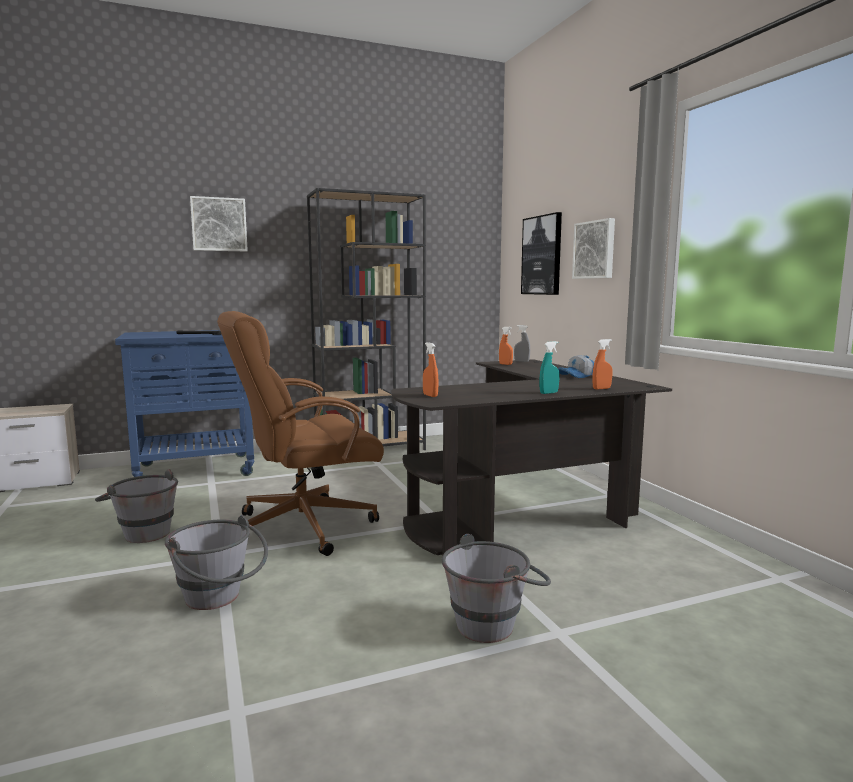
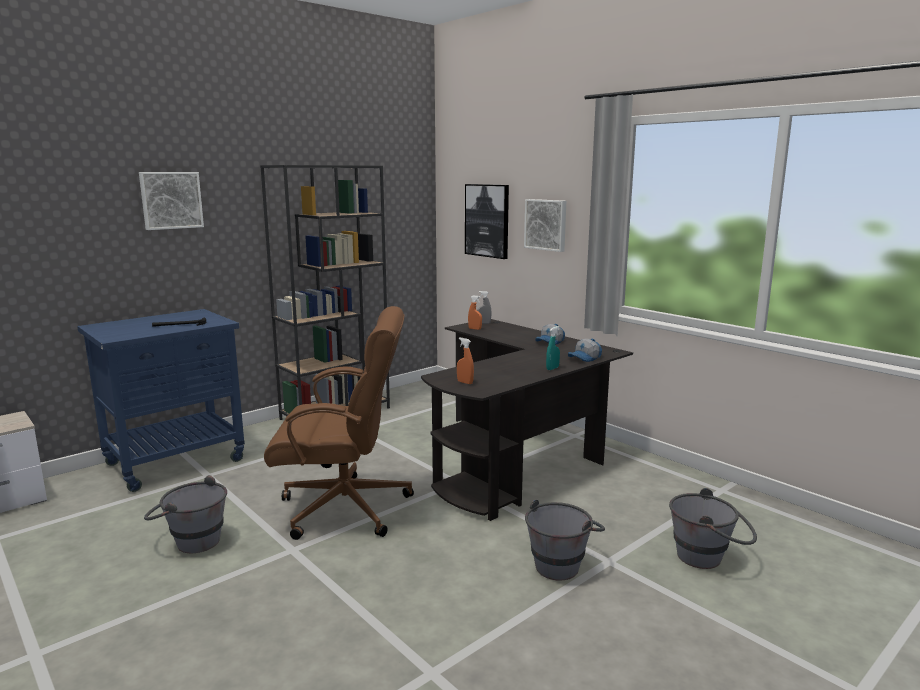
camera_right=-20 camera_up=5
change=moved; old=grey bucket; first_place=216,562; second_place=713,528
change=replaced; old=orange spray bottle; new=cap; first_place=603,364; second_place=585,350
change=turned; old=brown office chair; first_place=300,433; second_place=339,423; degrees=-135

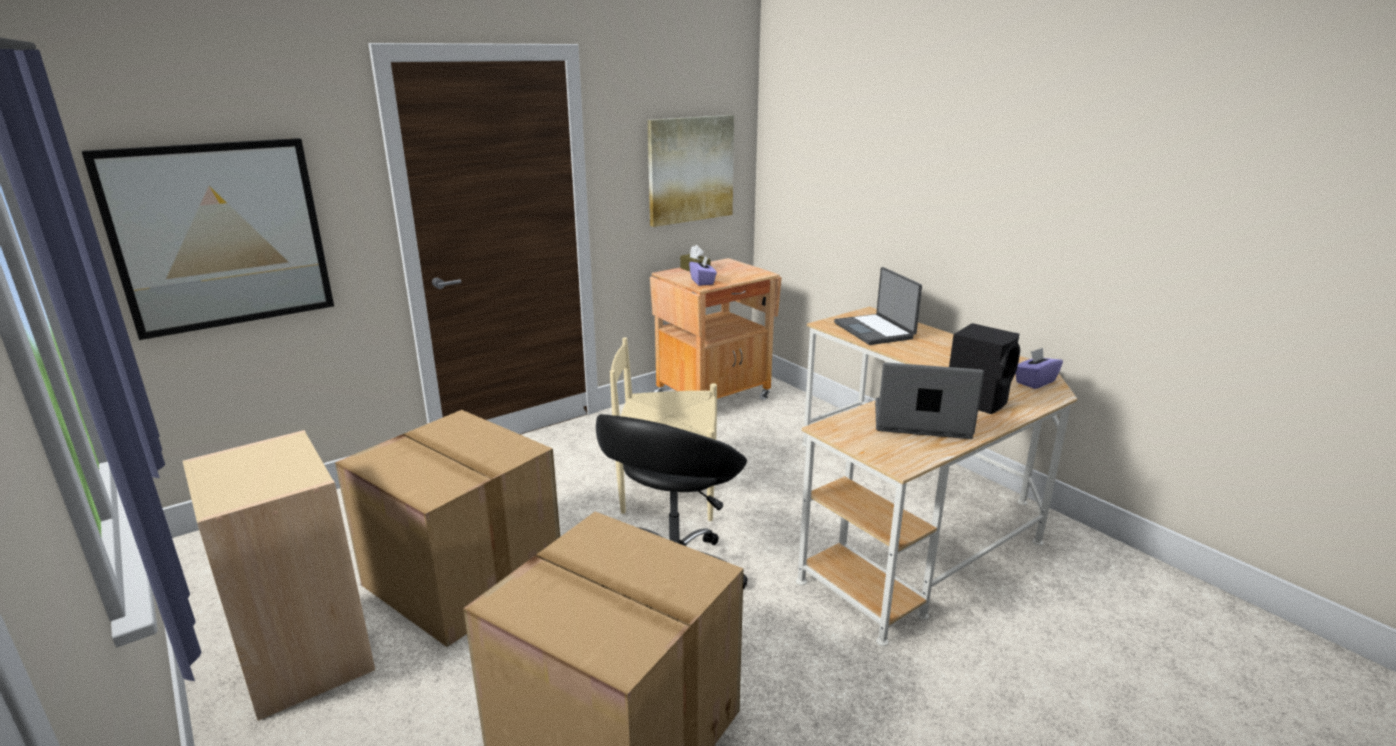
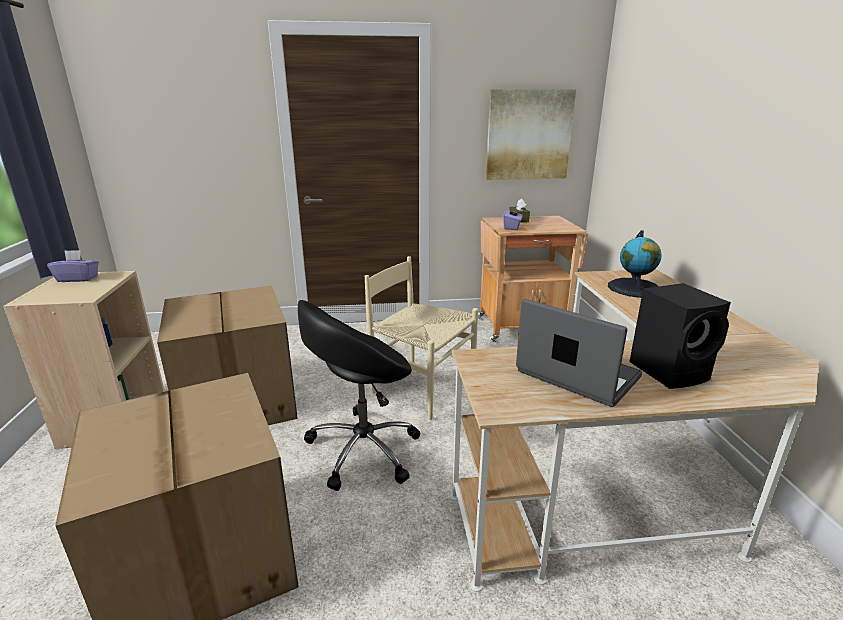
camera_right=30 camera_up=0
change=removed; old=picture; first_place=208,239
change=moved; old=purple tissue box; first_place=1039,368; second_place=73,266
change=replaced; old=laptop; new=globe; first_place=878,306; second_place=635,264

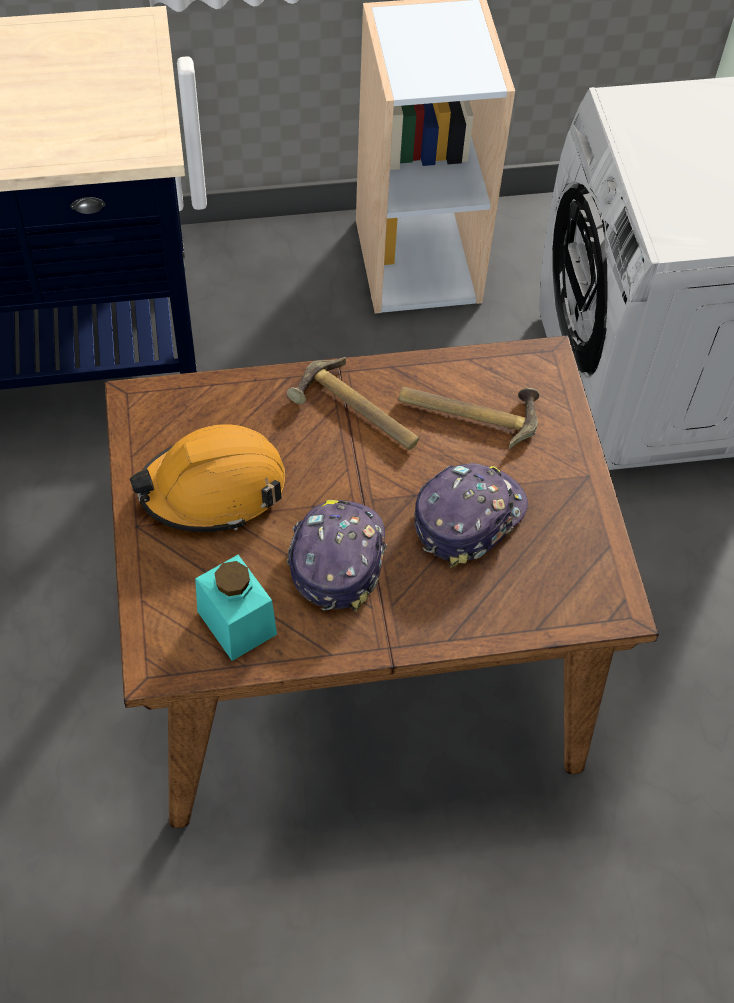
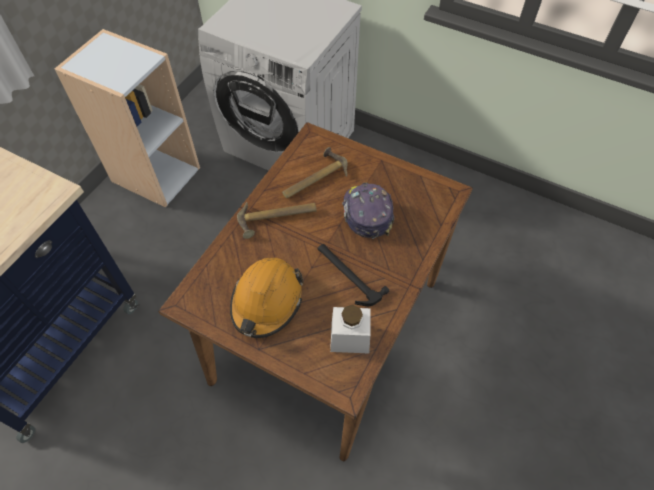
camera_right=-50 camera_up=0
change=replaced; old=cap; new=hammer; first_place=337,555; second_place=354,275
change=recoloured; old=turquoise jar; new=white jar; first_place=236,608; second_place=350,329

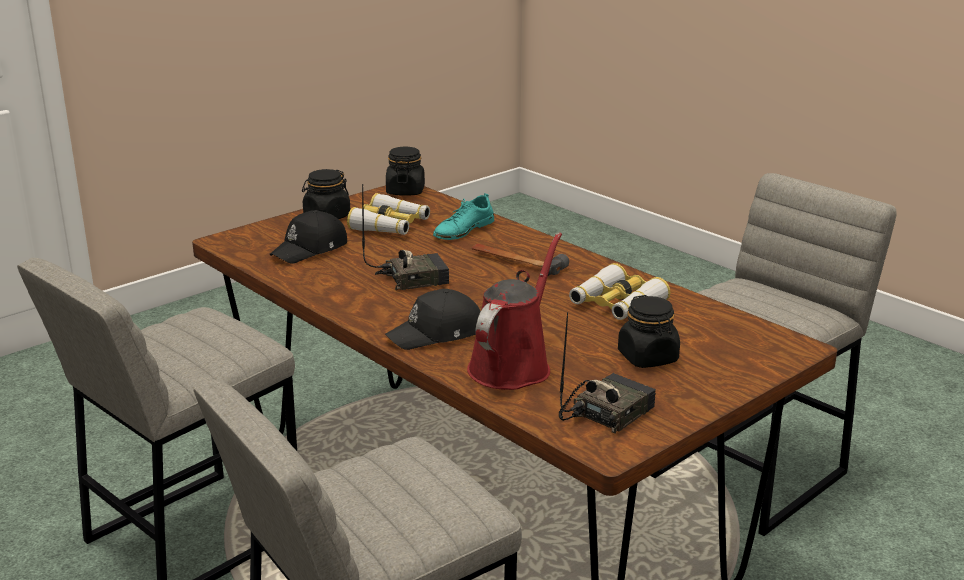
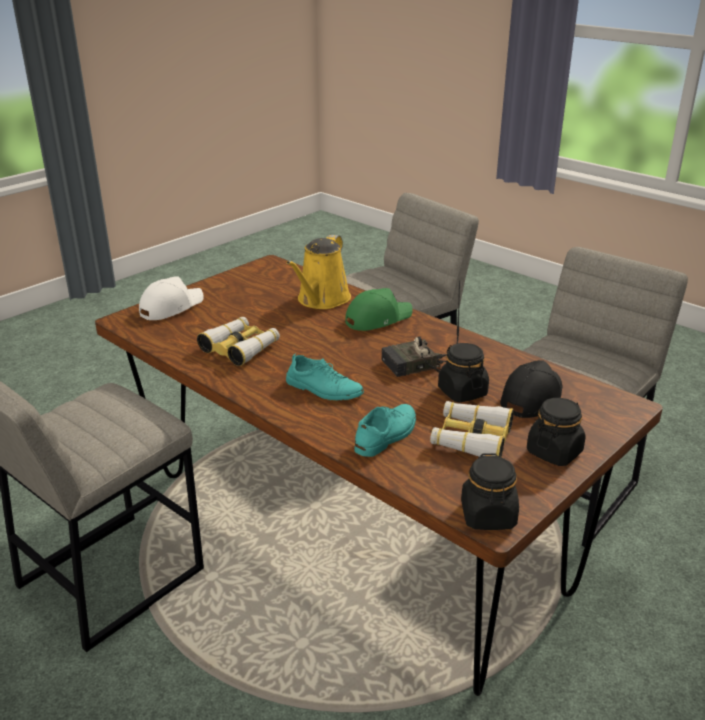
camera_right=175 camera_up=5
change=removed; old=radio; first_place=607,373
change=added; new=white cap; second_place=171,298
change=moved; old=black jar; first_place=649,331; second_place=463,372
change=replaced; old=hammer; new=turquoise shoe; first_place=520,260; second_place=325,377
change=recoloured; old=black cap; new=green cap; first_place=433,319; second_place=379,309
change=recoloured; old=red watering can; new=yellow watering can; first_place=514,311; second_place=318,272

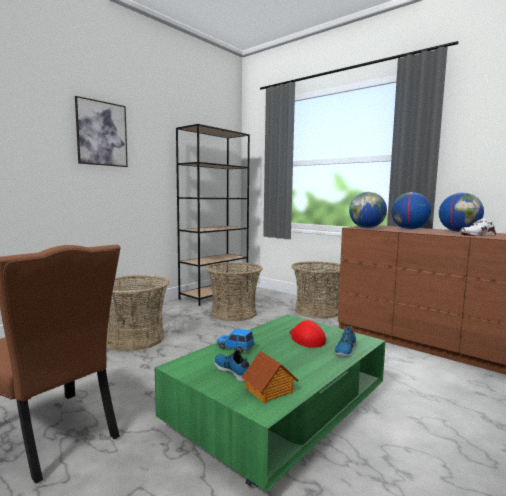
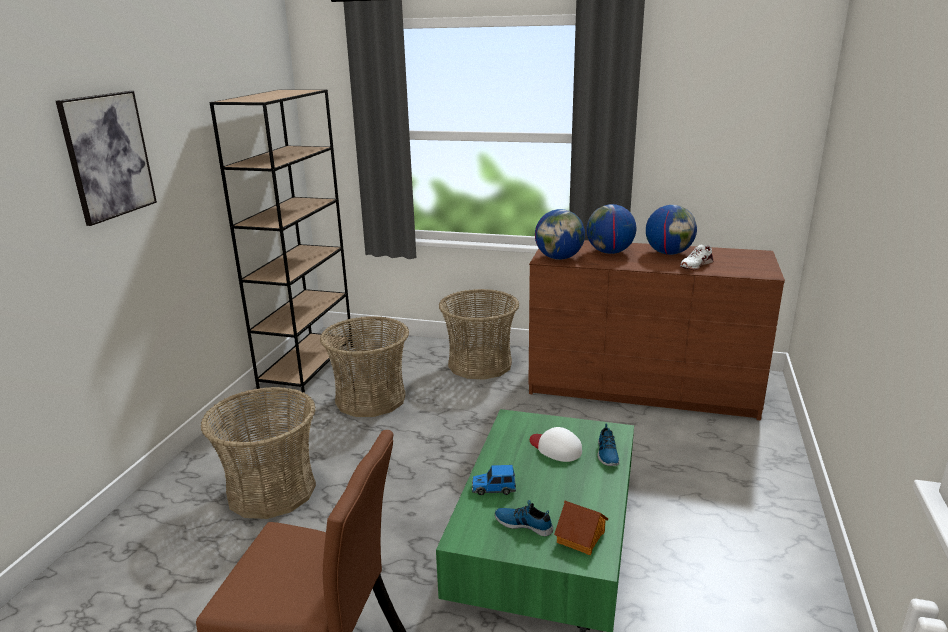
camera_right=-25 camera_up=15
change=recoloured; old=red cap; new=white cap; first_place=308,334; second_place=556,444

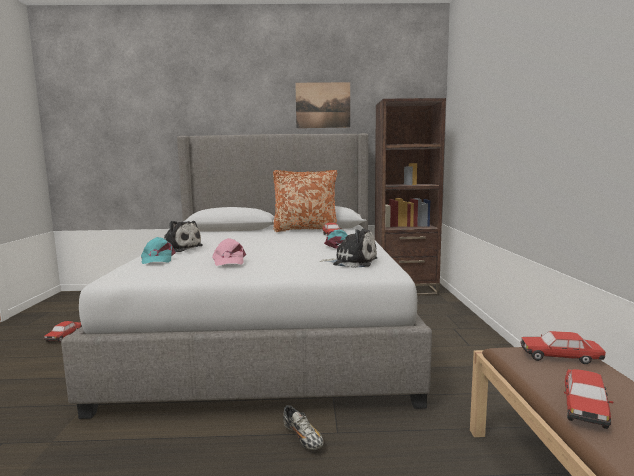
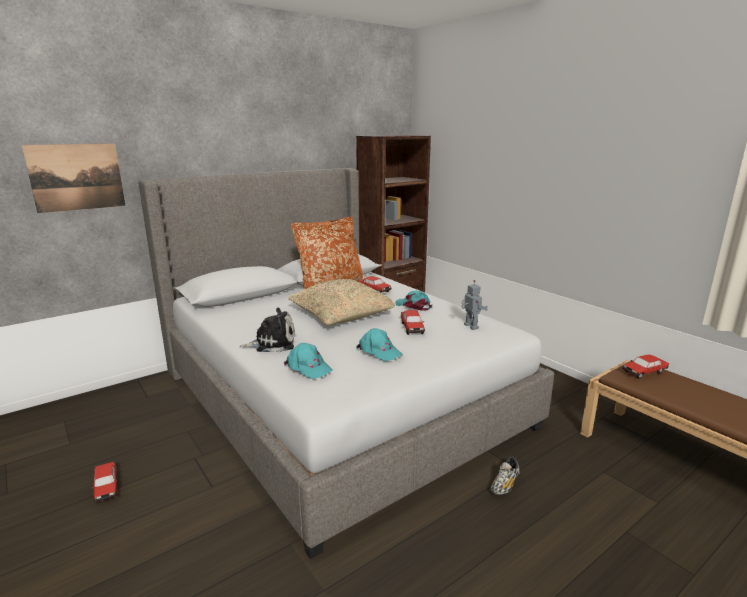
camera_right=-35 camera_up=10
change=added; new=beige pillow; second_place=341,302
change=moved; old=picture; first_place=322,105; second_place=73,178
change=moved; old=toy car; first_place=588,399; second_place=413,322
change=replaced; old=plush toy; new=toy robot; first_place=348,248; second_place=474,305
change=recoloured; old=pink cap; new=turquoise cap; first_place=229,252; second_place=379,344
change=turned; old=shoe; first_place=303,427; second_place=505,476; degrees=105

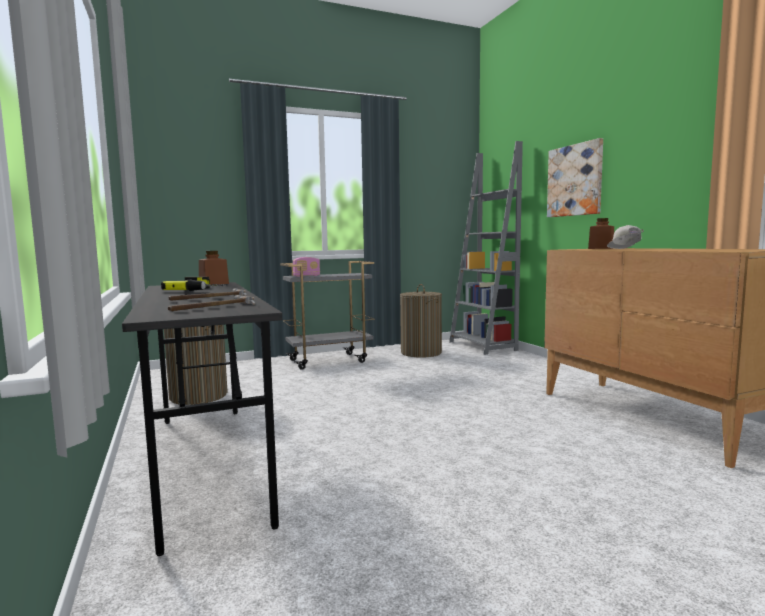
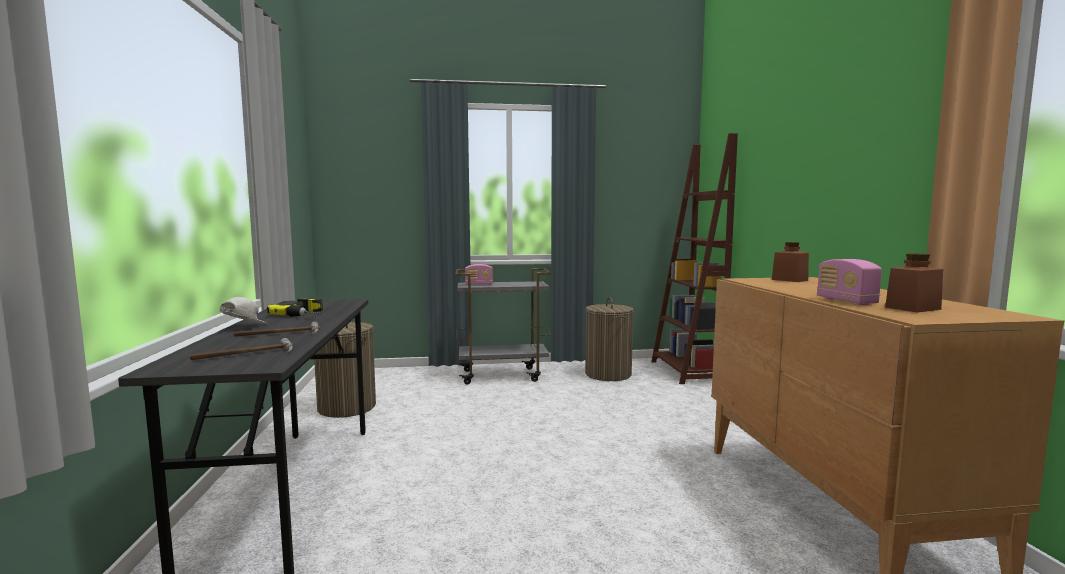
camera_right=15 camera_up=0
change=removed; old=picture; first_place=575,177
change=added; new=radio; second_place=849,282
change=moved; old=brown jar; first_place=214,268; second_place=914,283
change=moved; old=white cap; first_place=625,237; second_place=243,310
change=recoloured; old=grey bookcase; new=brown bookcase; first_place=486,248; second_place=694,258

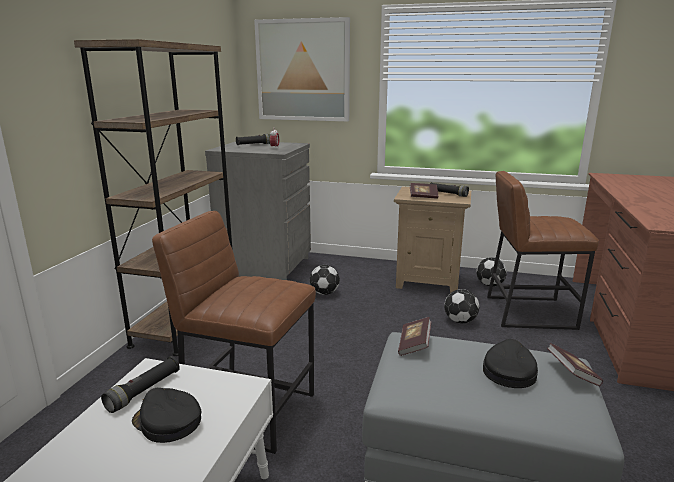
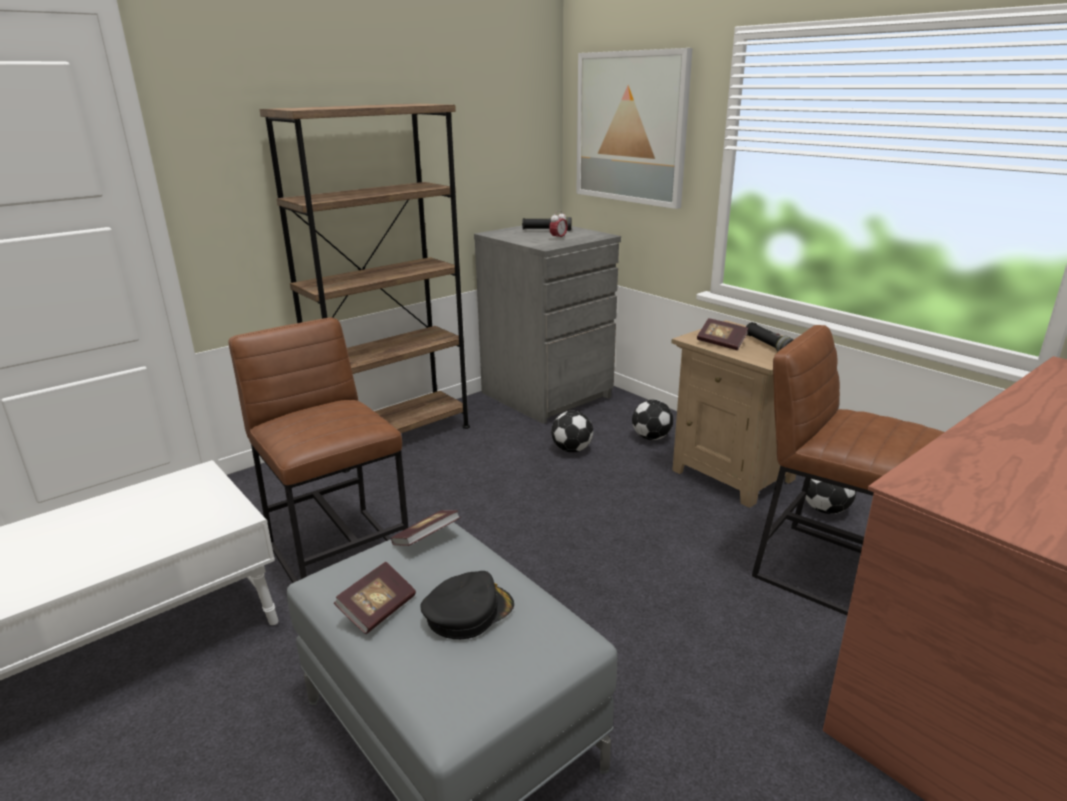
camera_right=35 camera_up=5
change=removed; old=black flashlight; first_place=140,384
change=removed; old=black cap; first_place=167,415
change=moved; old=football; first_place=461,306; second_place=652,419
change=moved; old=book; first_place=575,364; second_place=375,598

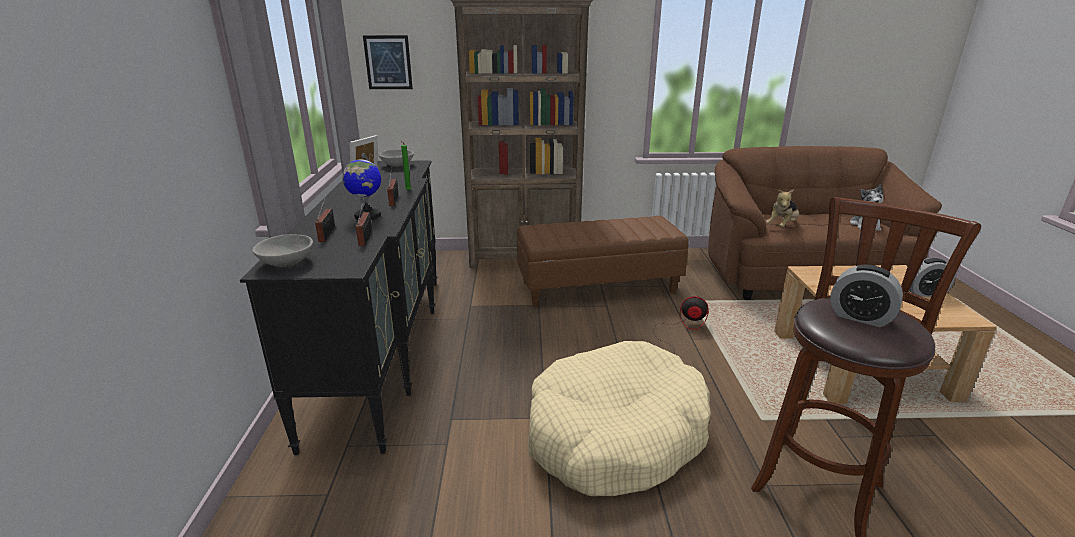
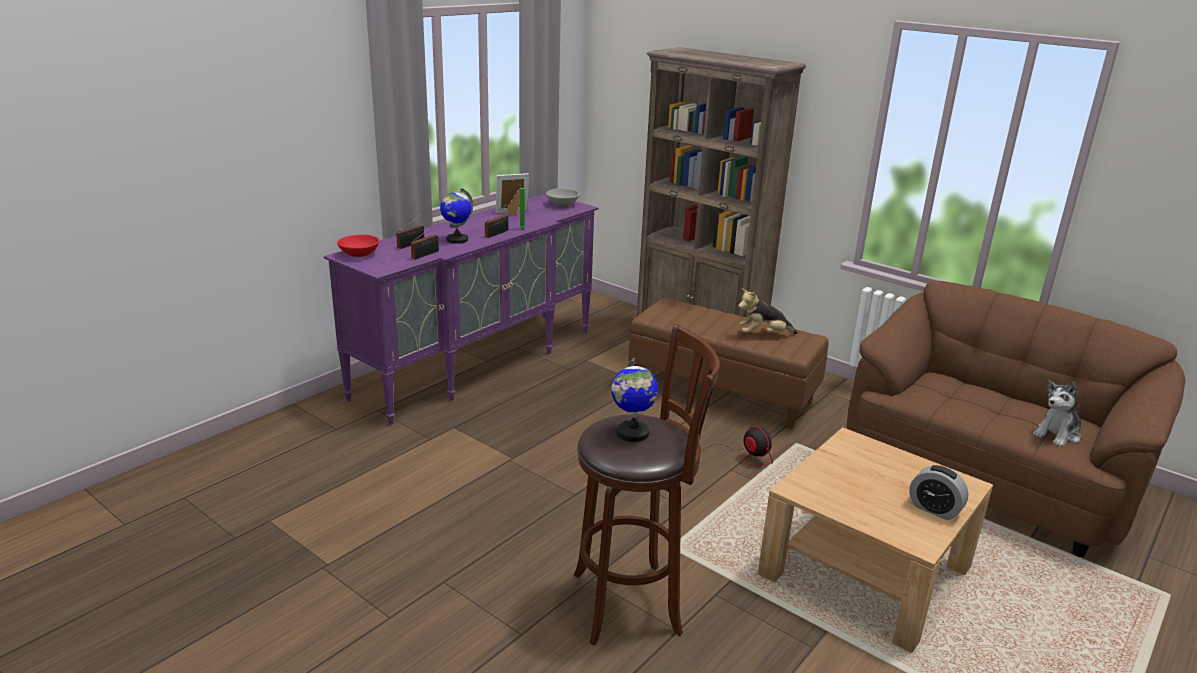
camera_right=40 camera_up=0
change=removed; old=picture; first_place=388,62
change=removed; old=beige dog bed; first_place=619,418
change=moved; old=plush toy; first_place=782,208; second_place=768,311
change=replaced; old=alarm clock; new=globe; first_place=866,296; second_place=634,400
change=recoloured; old=black cabinet; new=purple cabinet; first_place=339,308; second_place=460,309
change=recoloured; old=grey bowl; new=red bowl; first_place=282,250; second_place=358,245

